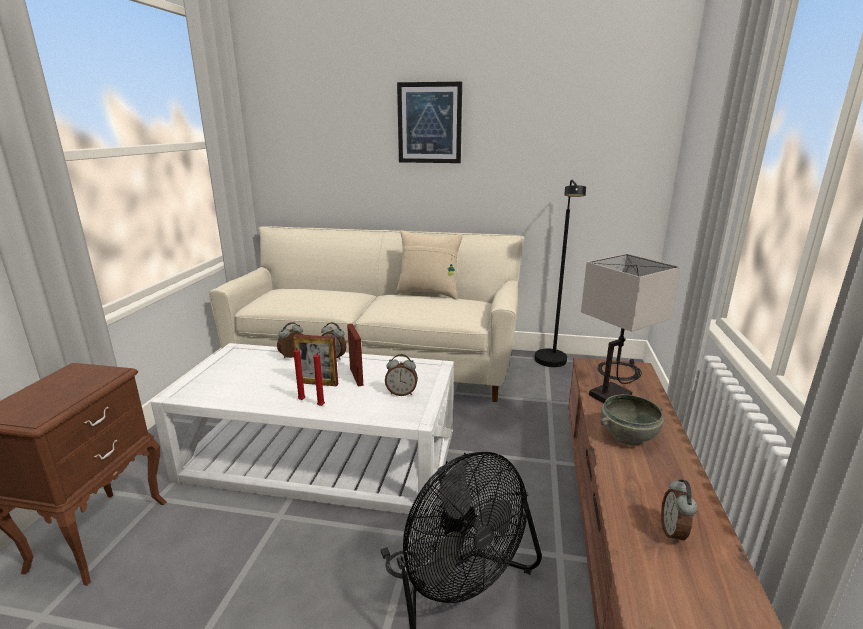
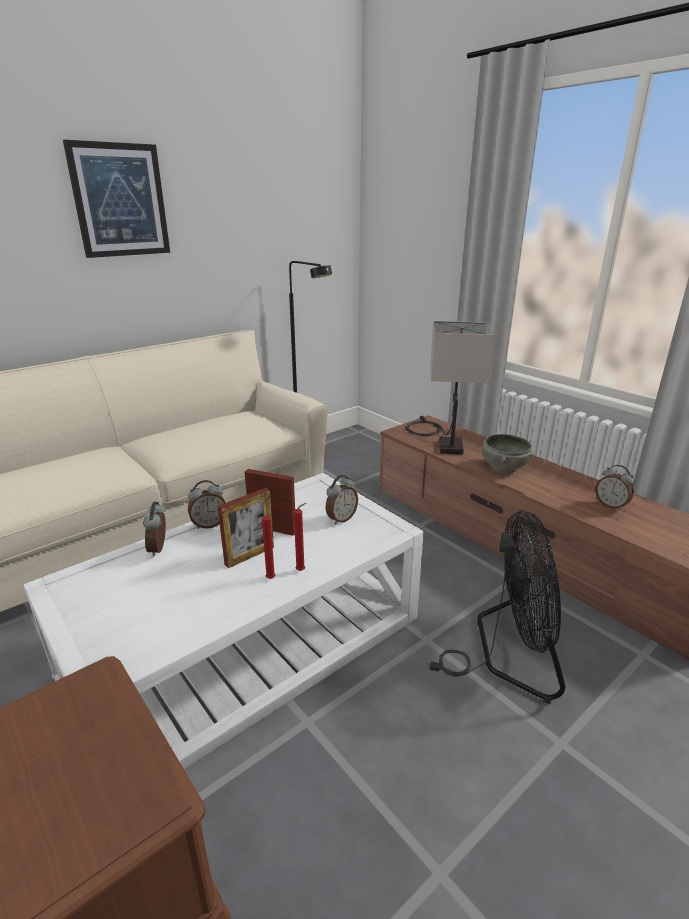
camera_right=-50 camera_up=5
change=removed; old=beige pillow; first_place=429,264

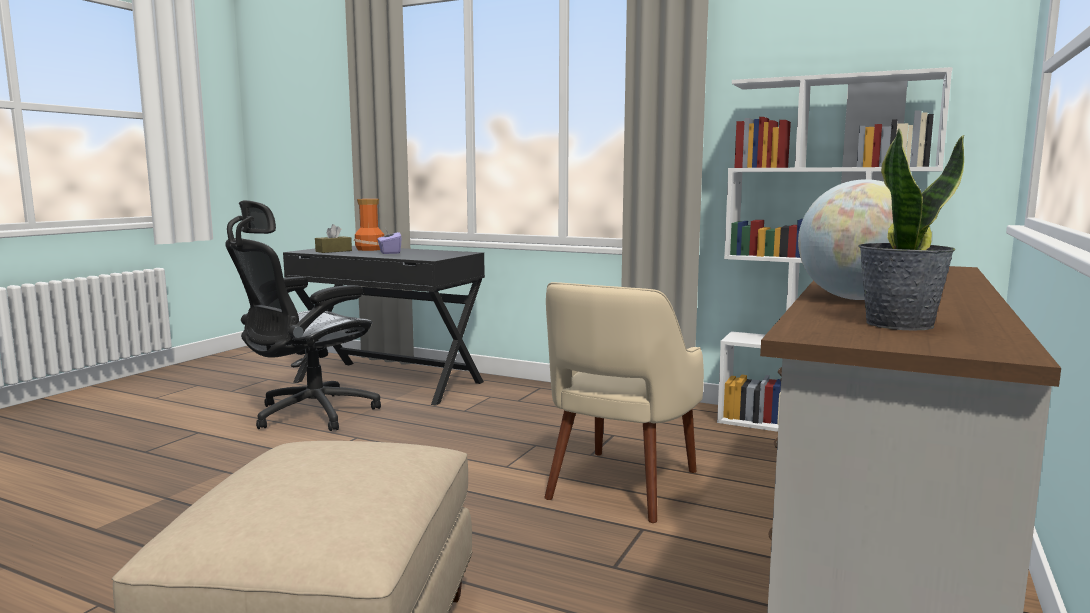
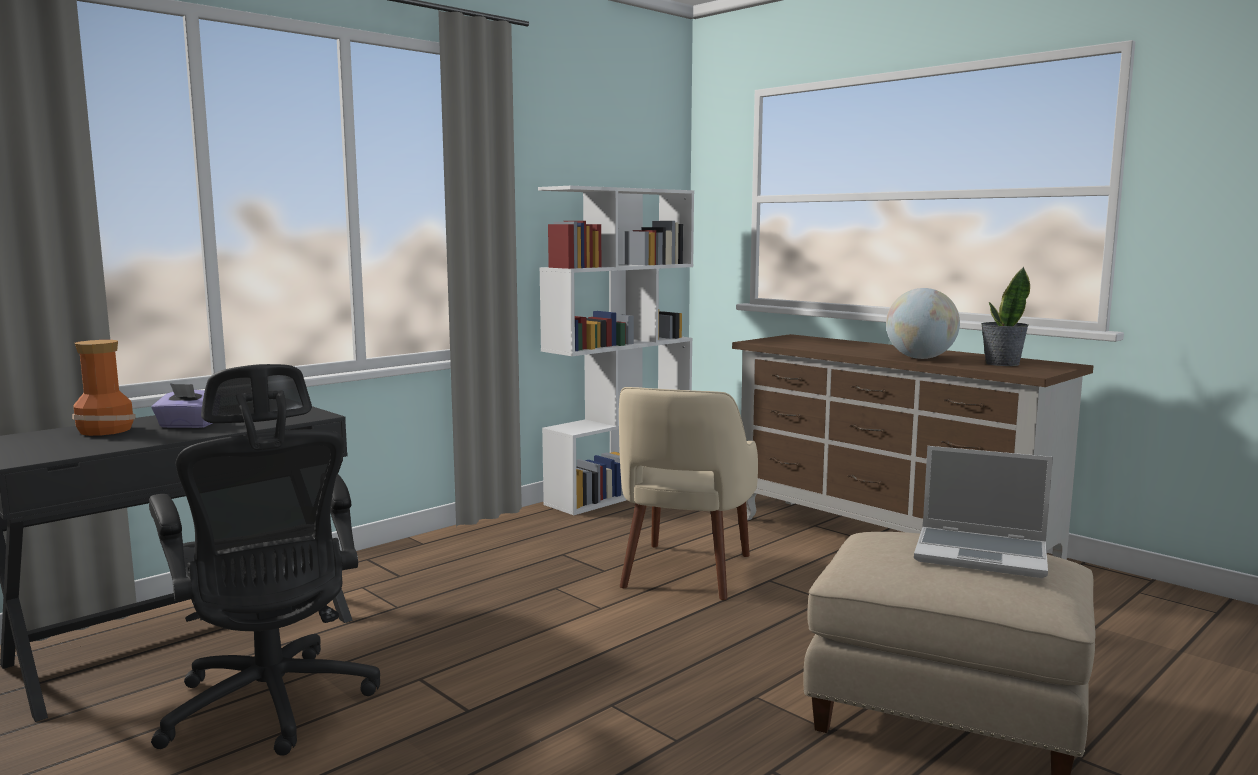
camera_right=-70 camera_up=0
change=removed; old=brown tissue box; first_place=333,238
change=added; new=laptop; second_place=983,512
change=turned; old=beige armchair; first_place=624,402; second_place=688,493; degrees=60

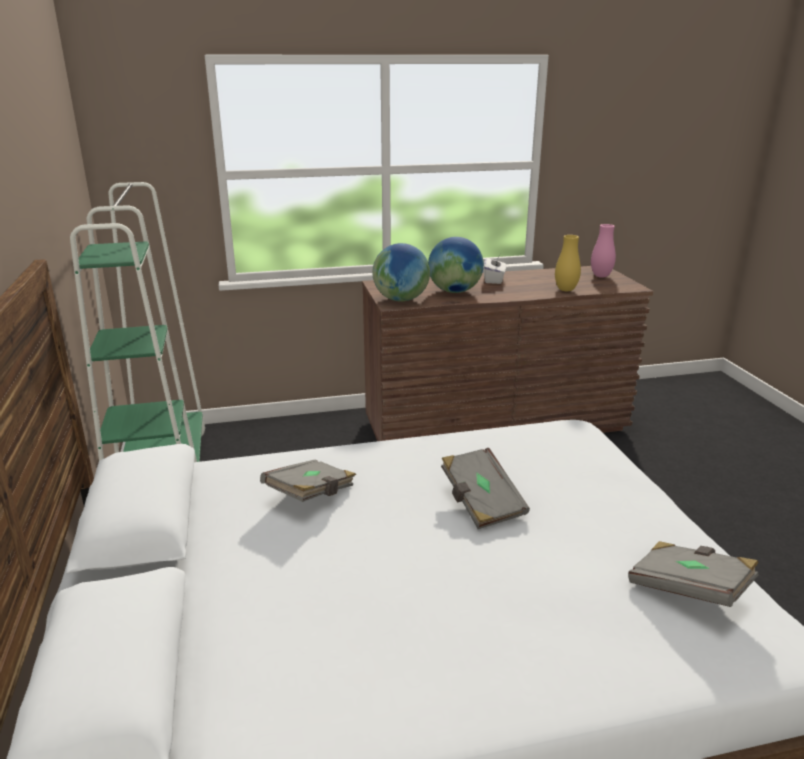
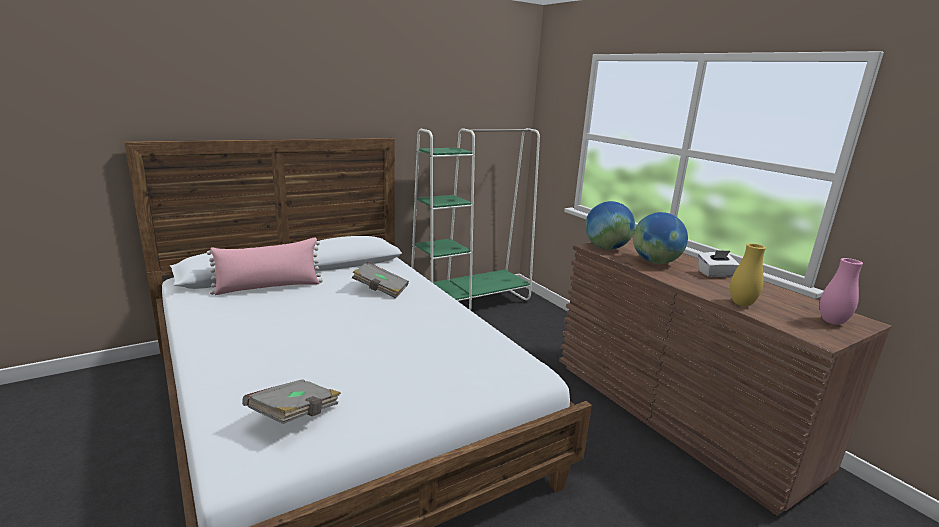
camera_right=70 camera_up=-5
change=removed; old=grey book; first_place=485,488
change=added; new=pink pillow; second_place=265,266

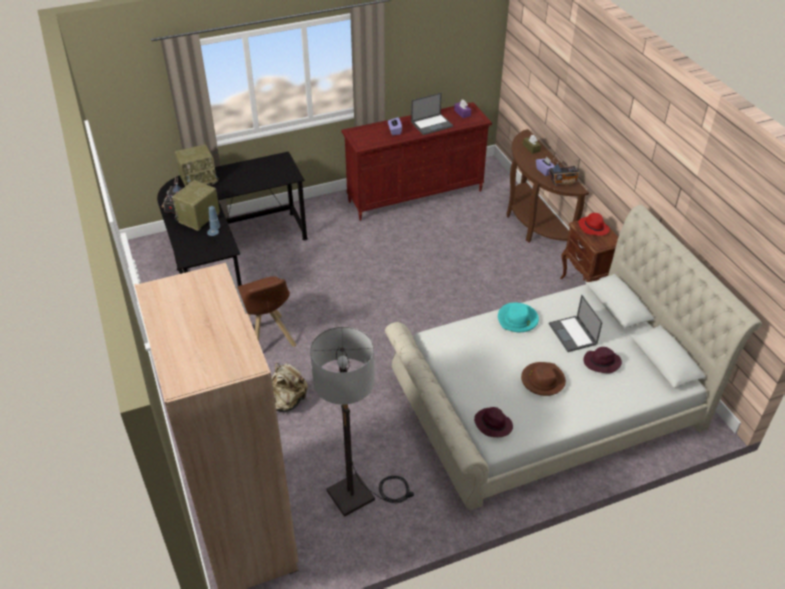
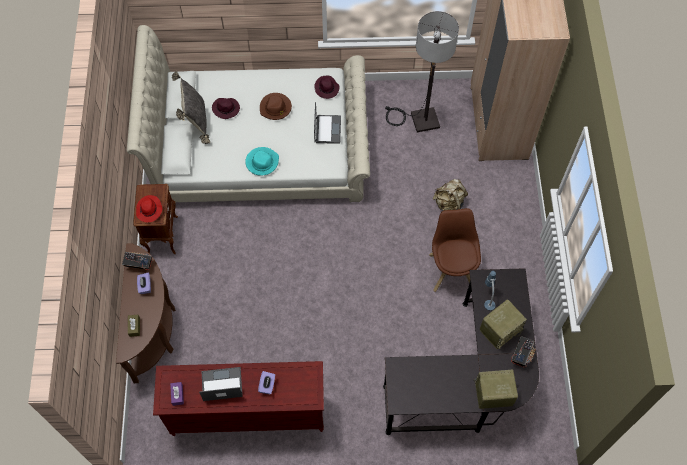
camera_right=-160 camera_up=20
change=added; new=pillow; second_place=191,107
change=moved; old=laptop; first_place=576,323; second_place=327,123

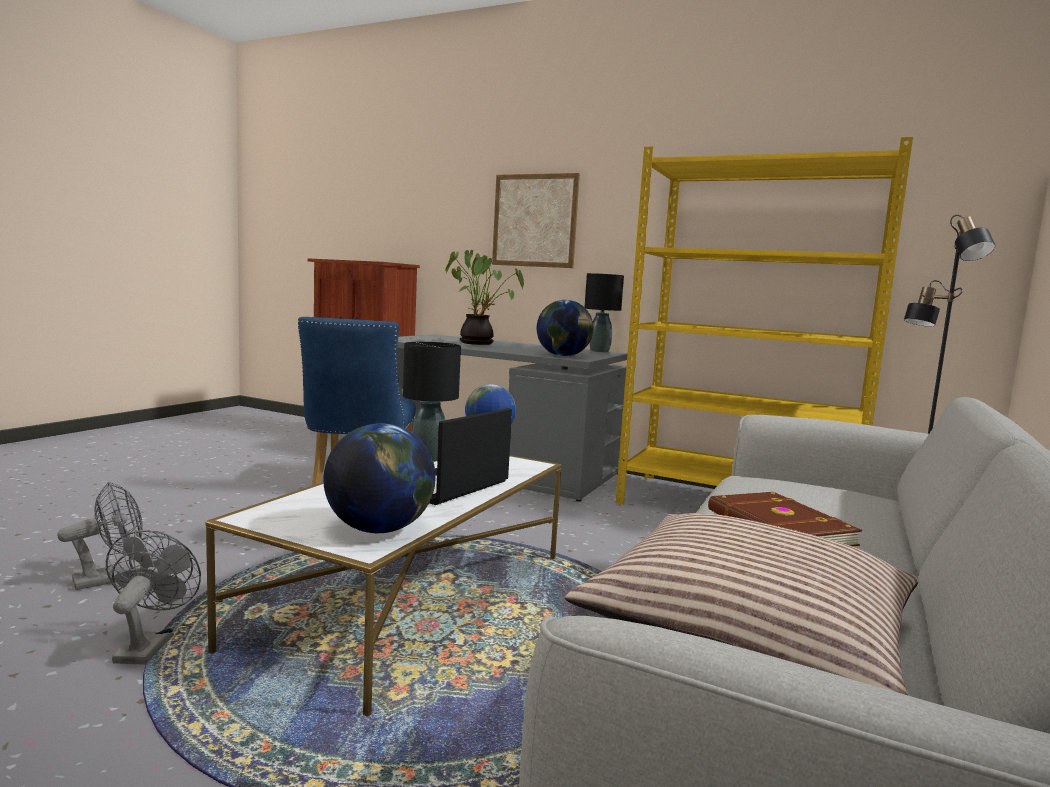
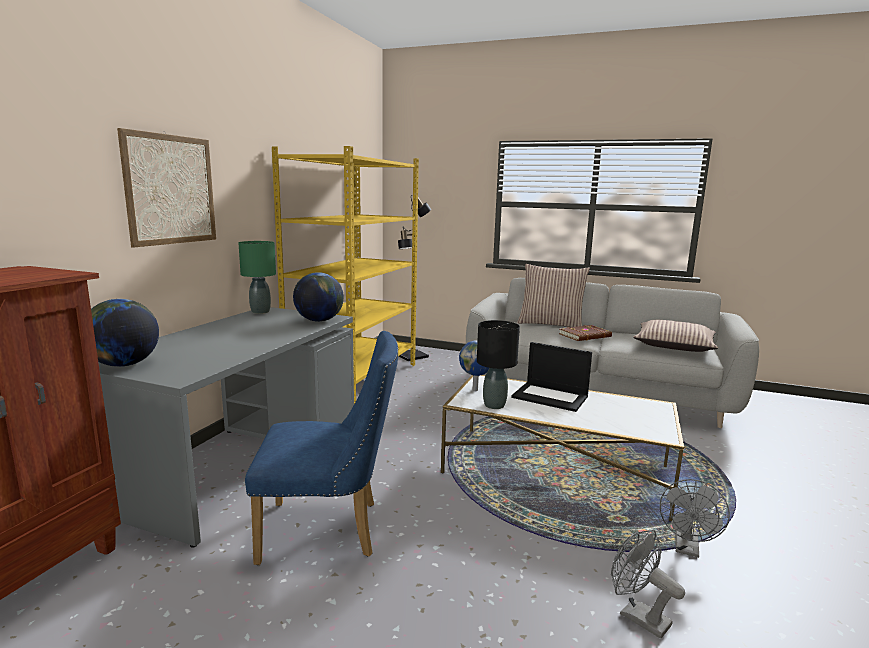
camera_right=-95 camera_up=5
change=removed; old=potted plant; first_place=484,297
change=added; new=pillow; second_place=553,295
change=moved; old=globe; first_place=379,478; second_place=125,333
change=recoloured; old=black table lamp; new=green table lamp; first_place=604,313; second_place=257,277
change=turned; old=grey fan; first_place=153,597; second_place=695,518; degrees=-60

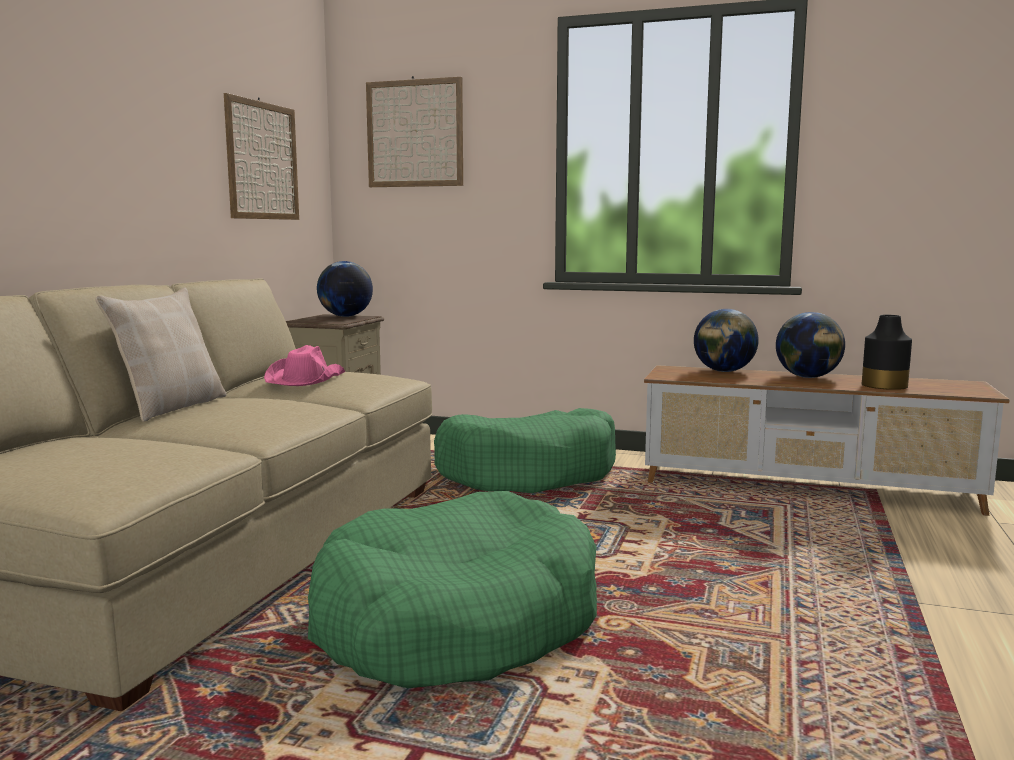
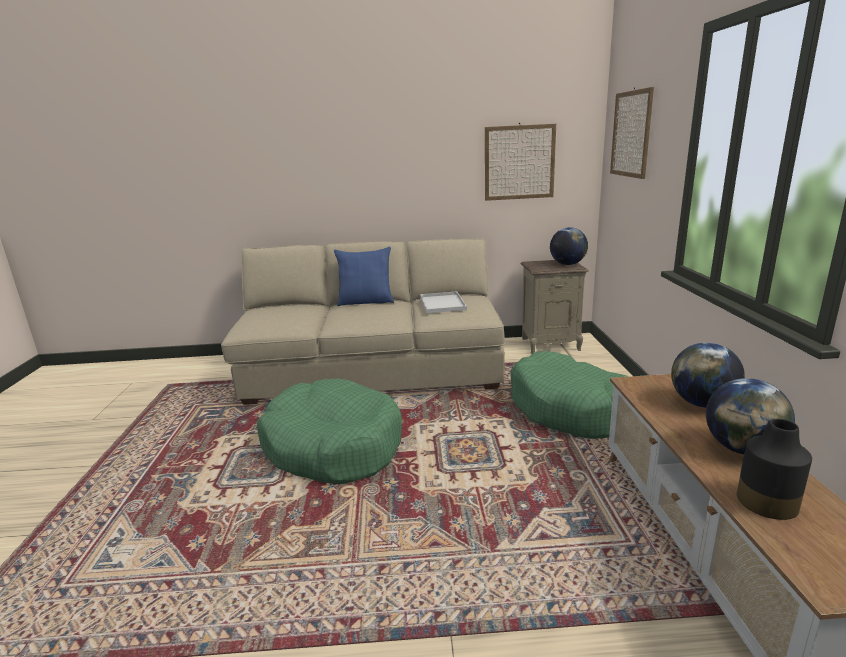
camera_right=70 camera_up=10
change=replaced; old=pink hat; new=white tray; first_place=304,365; second_place=443,302
change=recoloured; old=beige pillow; new=blue pillow; first_place=161,355; second_place=364,276

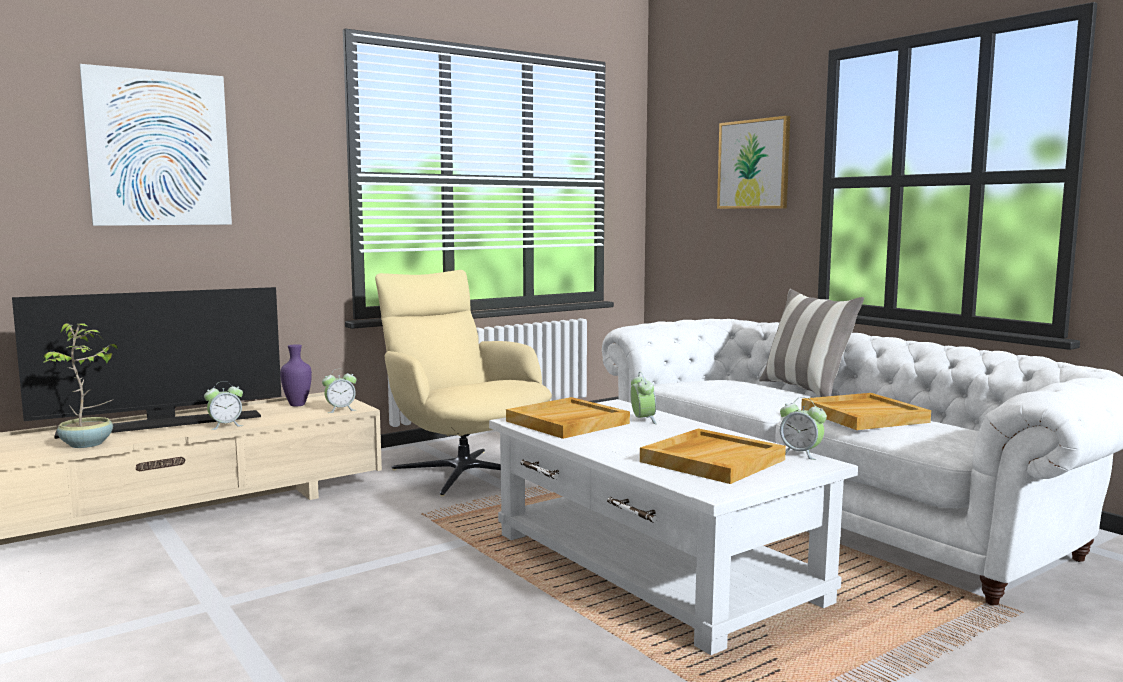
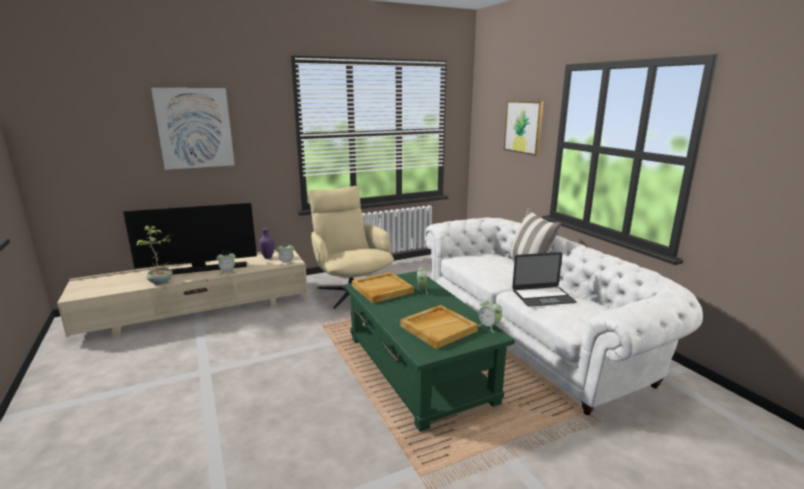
camera_right=10 camera_up=10
change=replaced; old=beige tray; new=laptop; first_place=866,411; second_place=544,279
change=recoloured; old=white coffee table; new=green coffee table; first_place=673,527; second_place=430,351

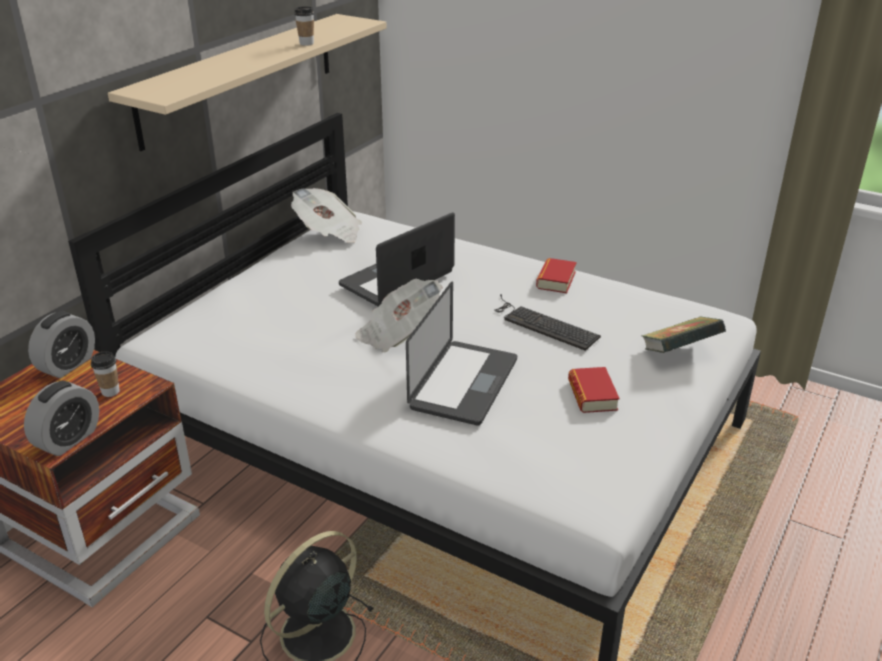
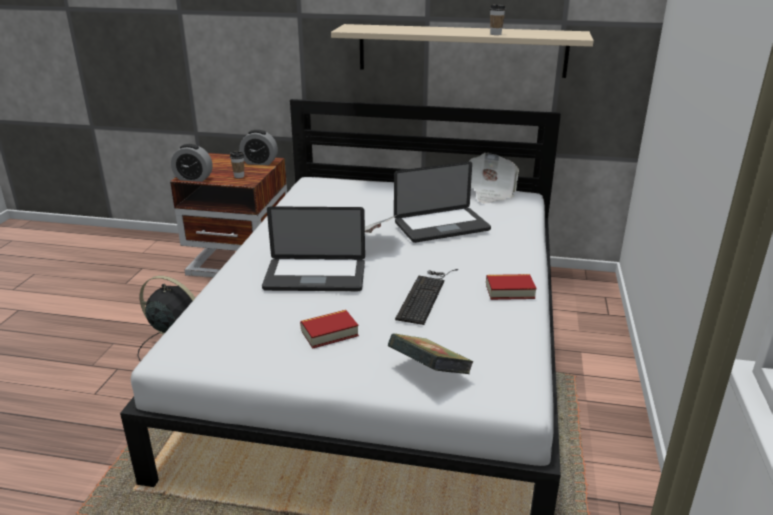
camera_right=70 camera_up=-5
change=turned; old=laptop; first_place=397,259; second_place=442,202; degrees=135

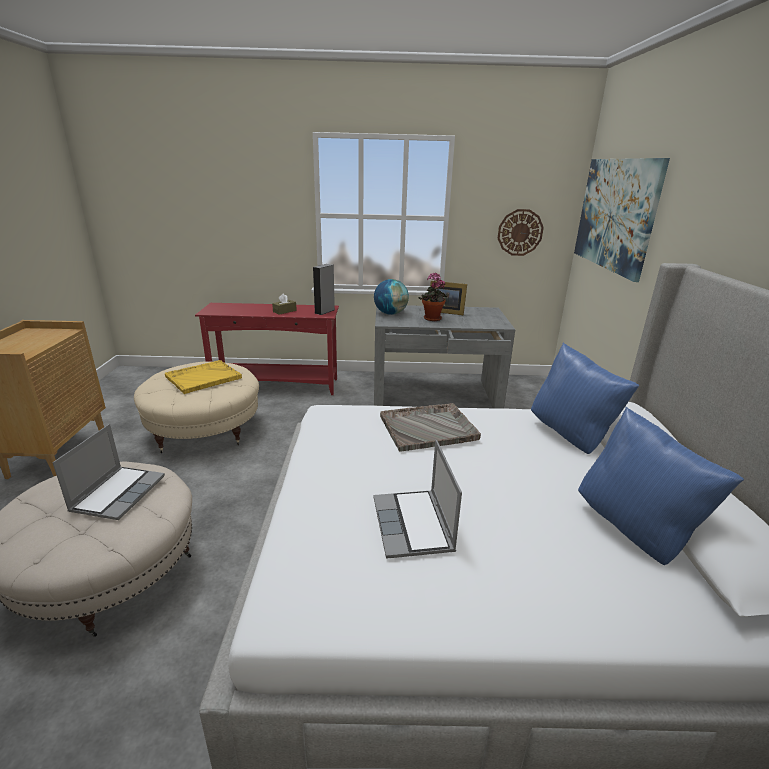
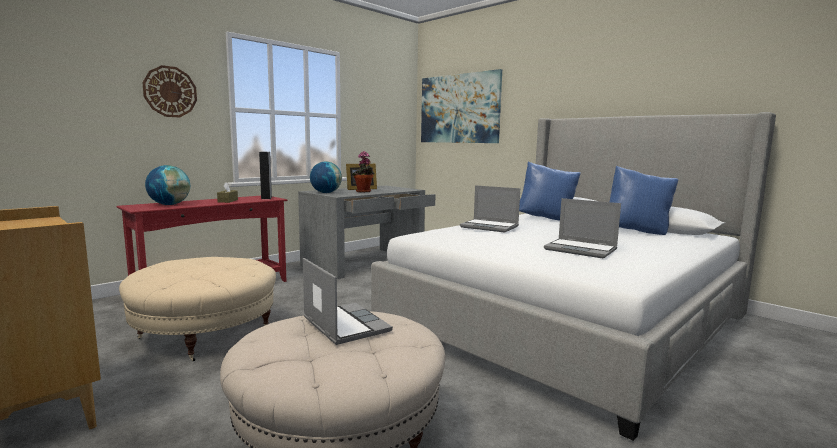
camera_right=-45 camera_up=-15
change=removed; old=yellow tray; first_place=203,377
change=added; new=globe; second_place=167,185
change=moved; old=wall clock; first_place=520,232; second_place=169,91
change=replaced; old=grey tray; new=laptop; first_place=430,427; second_place=490,209

